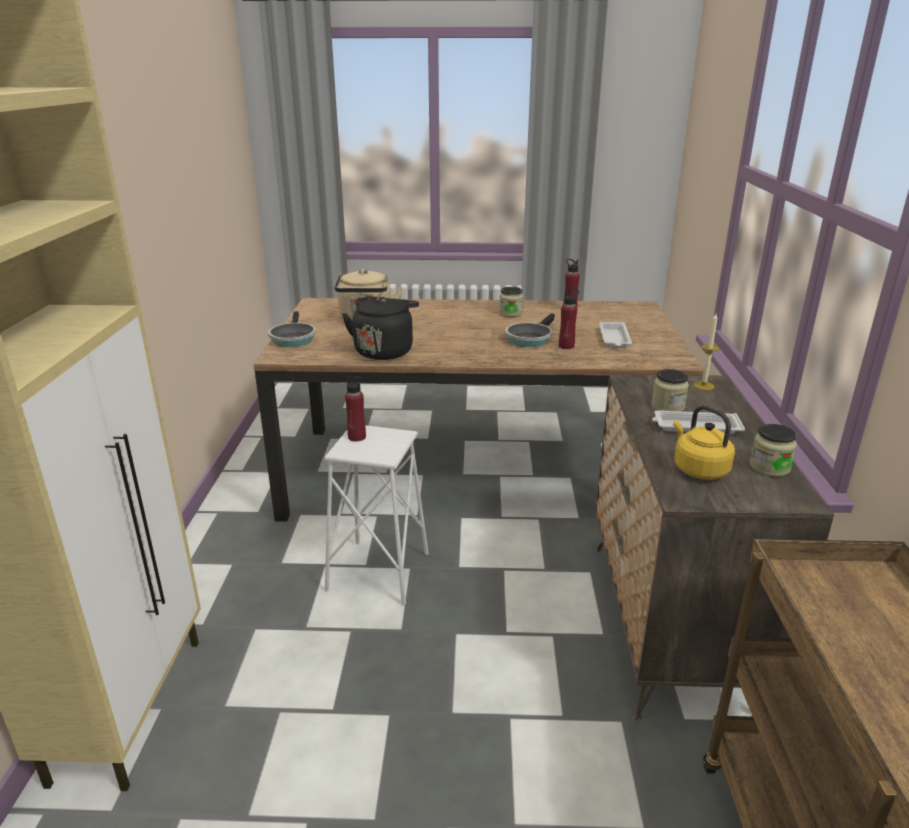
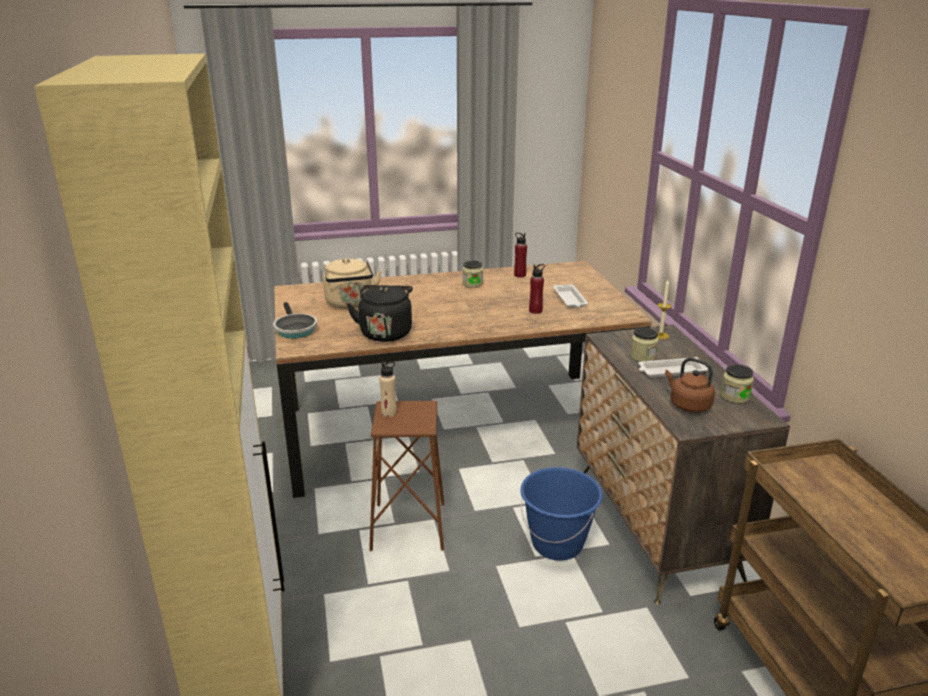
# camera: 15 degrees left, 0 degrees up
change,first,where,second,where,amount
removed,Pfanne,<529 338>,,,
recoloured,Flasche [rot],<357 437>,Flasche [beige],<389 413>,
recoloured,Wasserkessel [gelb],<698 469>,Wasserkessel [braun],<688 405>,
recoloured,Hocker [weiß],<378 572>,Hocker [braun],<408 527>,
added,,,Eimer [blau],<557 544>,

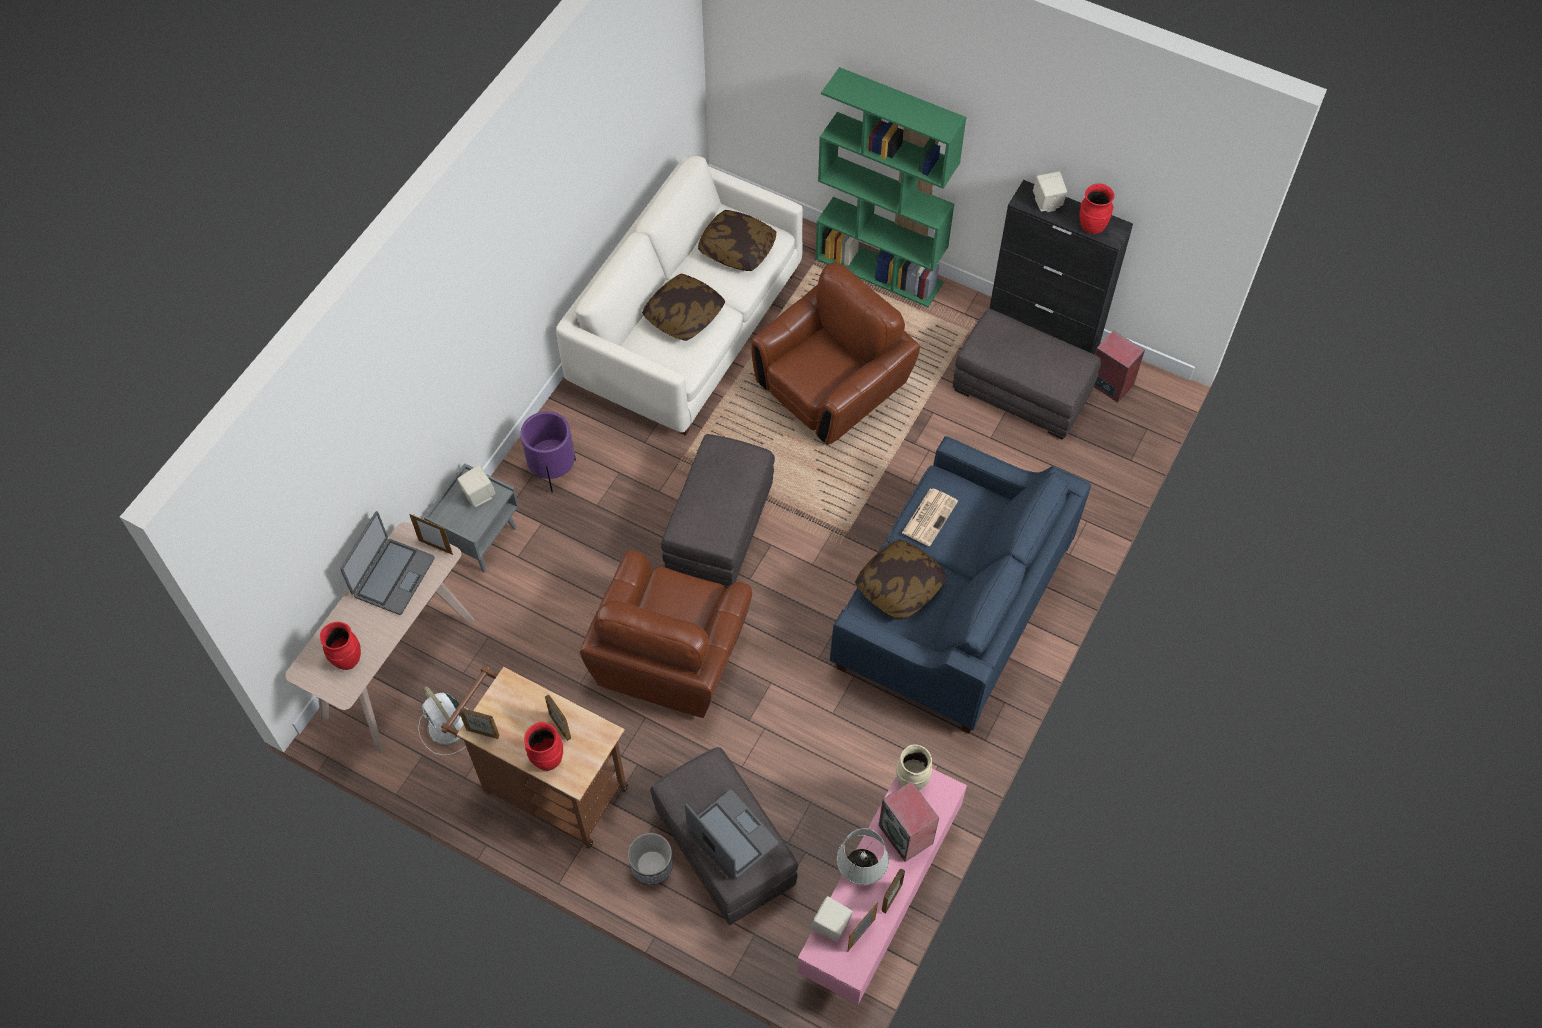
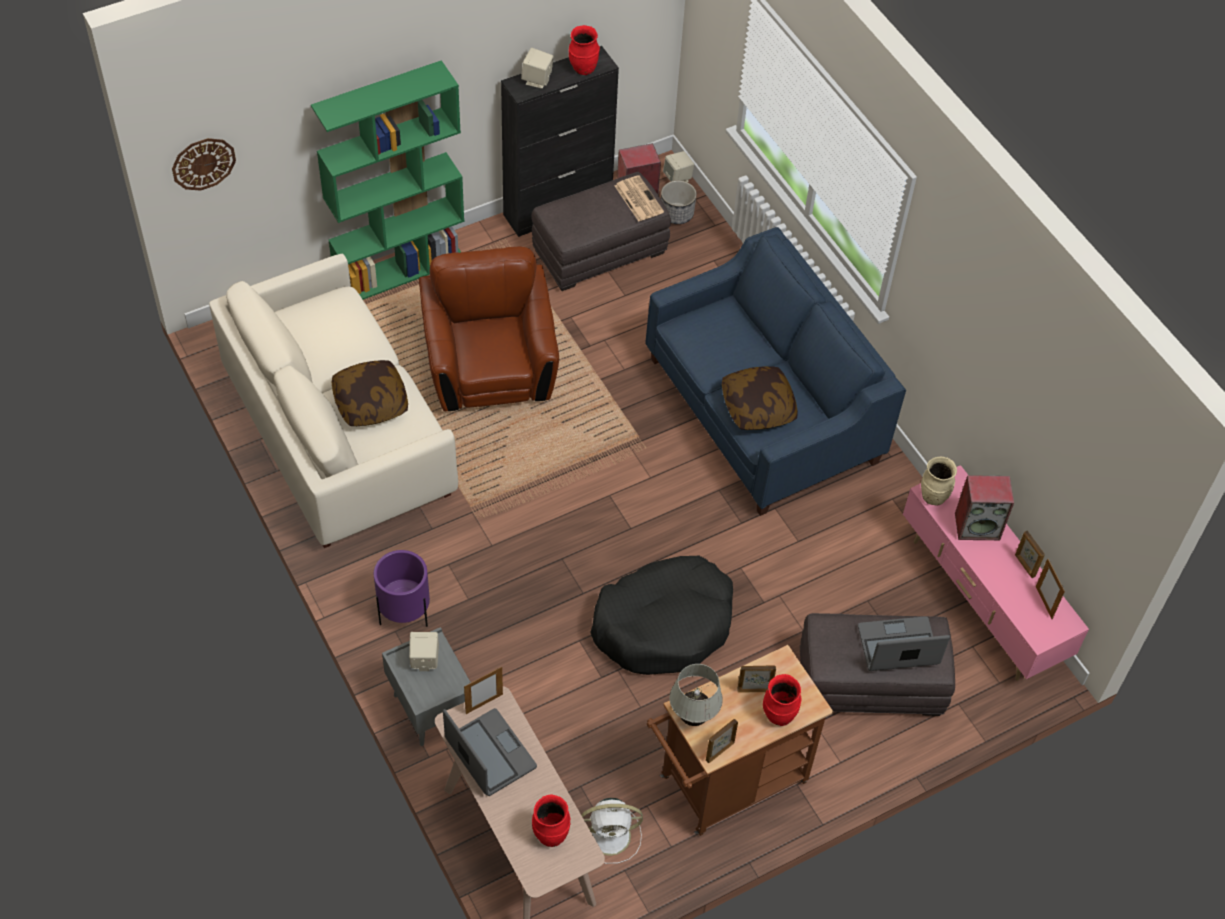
# camera: 60 degrees left, 5 degrees down
change,first,where,second,where,amount
removed,Kissen,<737 249>,,,
removed,Polsterhocker [grau],<720 529>,,,
moved,Zeitung,<930 516>,,<638 198>,
replaced,Sessel [braun],<671 656>,Hundebett [schwarz],<664 624>,
moved,Tischlampe [weiß],<861 872>,,<692 717>,
moved,Pflanzkübel,<652 866>,,<676 214>,
moved,Lautsprecher [beige],<831 926>,,<677 179>,
added,,,Wanduhr,<203 163>,

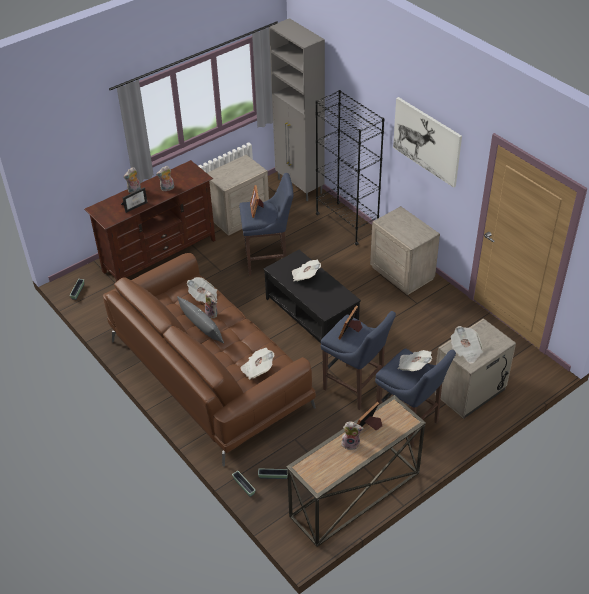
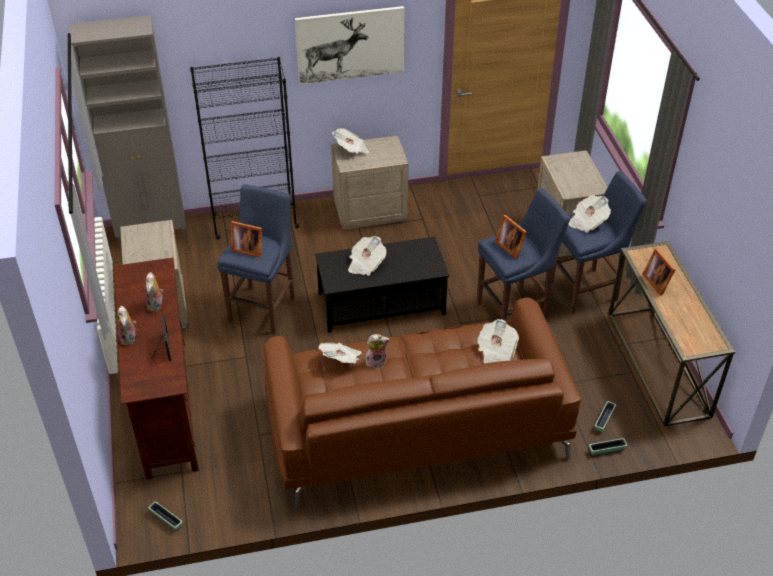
# camera: 65 degrees left, 0 degrees up
change,first,where,second,where,amount
removed,Kissen [grau],<202 328>,,,
moved,Zeitung,<466 351>,,<351 149>,
removed,Plüschtier,<351 443>,,,

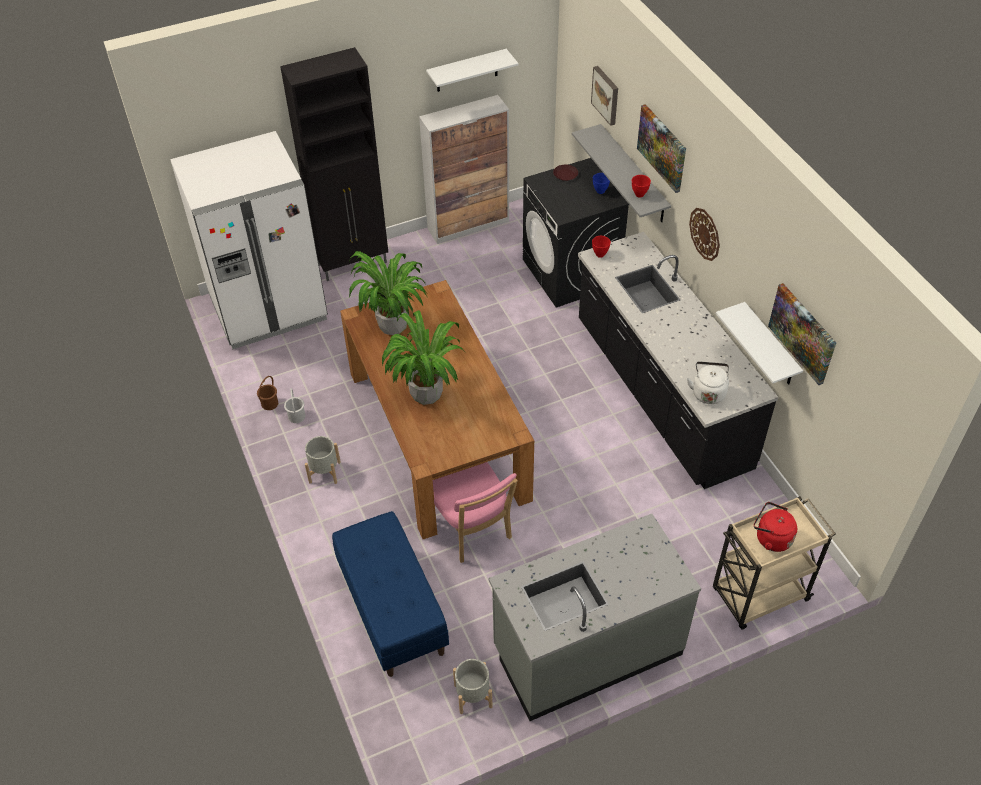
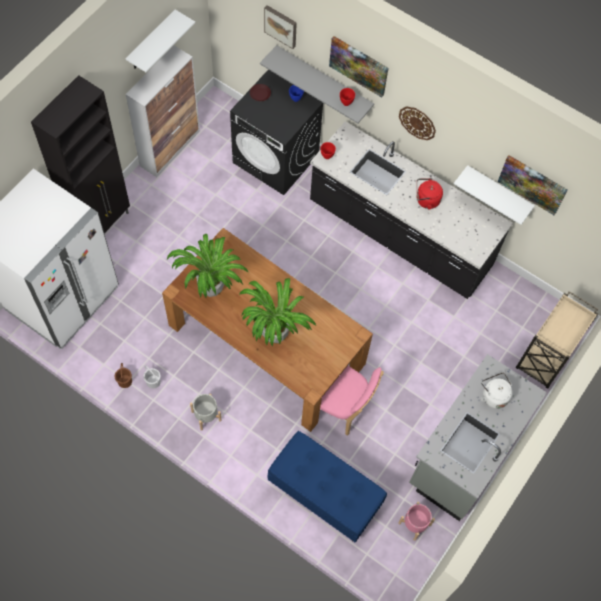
# camera: 35 degrees left, 15 degrees up
change,first,where,second,where,amount
moved,Wasserkessel [weiß],<708 392>,,<493 395>,
moved,Wasserkessel [rot],<771 538>,,<426 200>,
recoloured,Pflanzkübel [grau],<473 695>,Pflanzkübel [rosa],<414 524>,

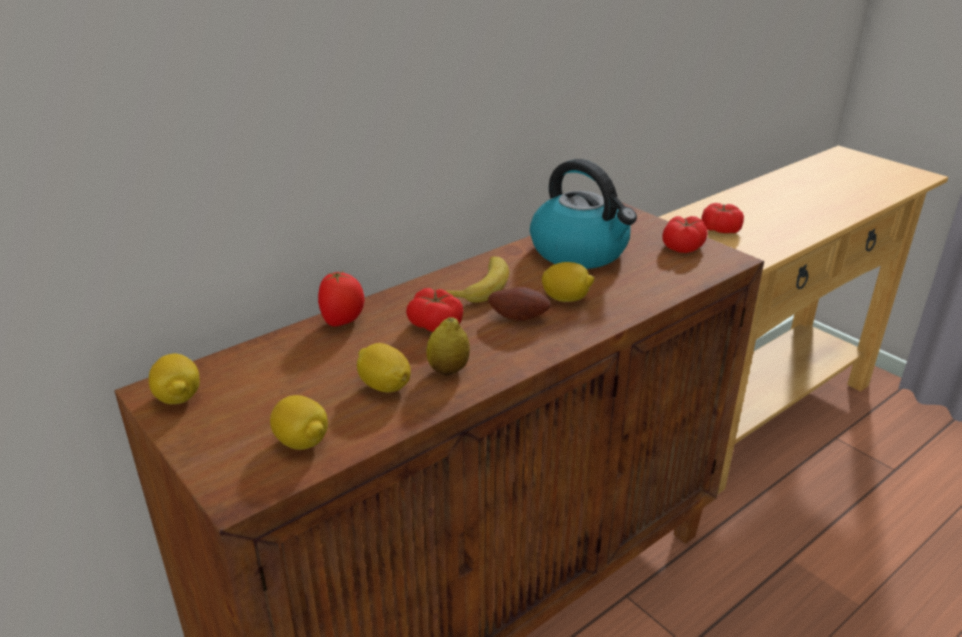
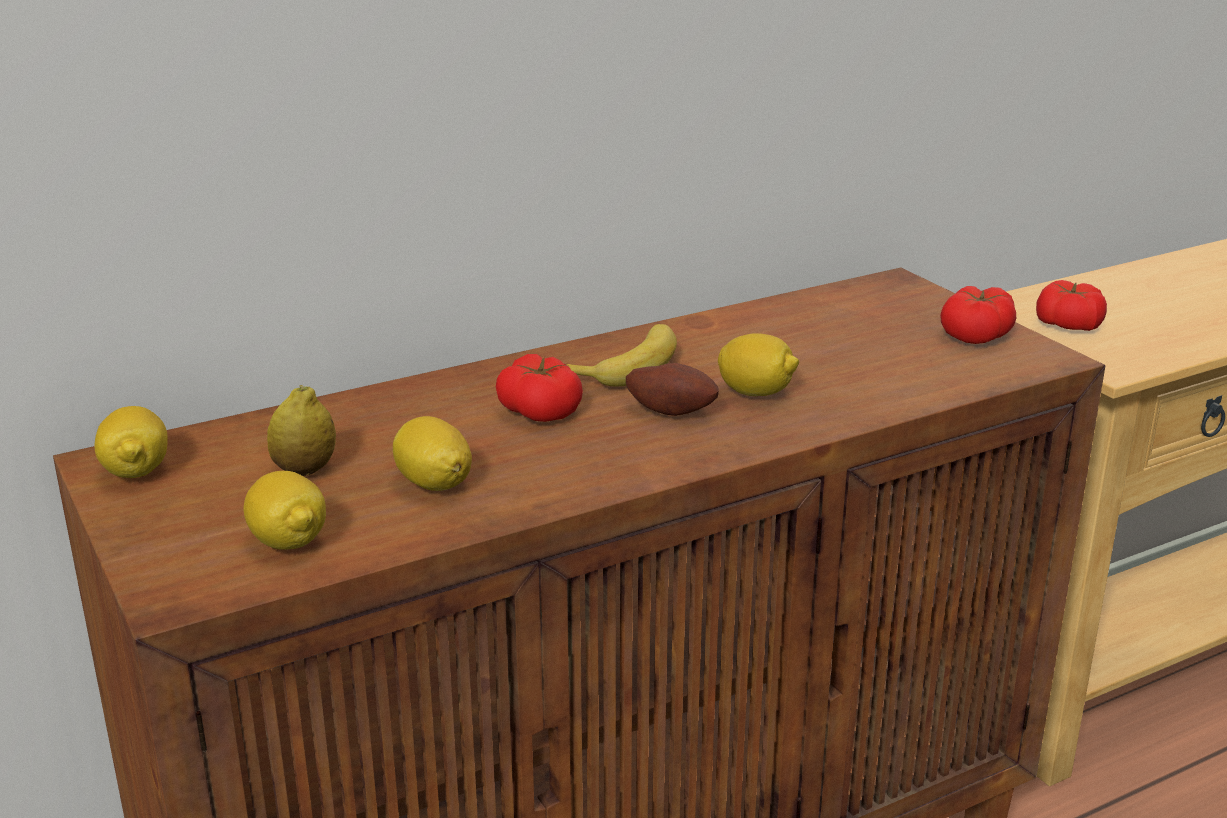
# camera: 10 degrees right, 5 degrees down
change,first,where,second,where,amount
removed,Wasserkessel,<580 252>,,,
removed,Tomate,<343 322>,,,
moved,Zitrone,<448 370>,,<304 470>,

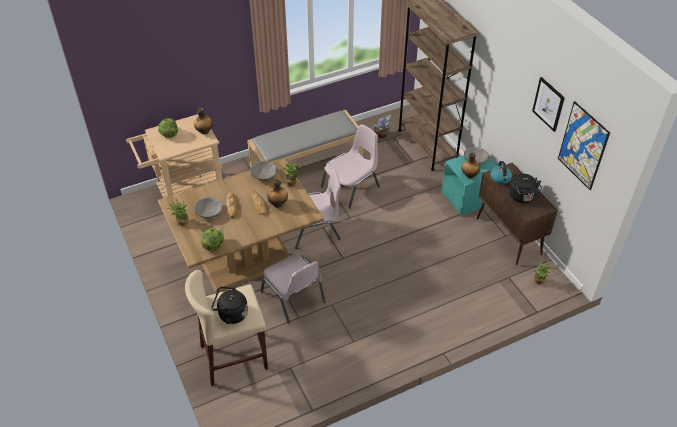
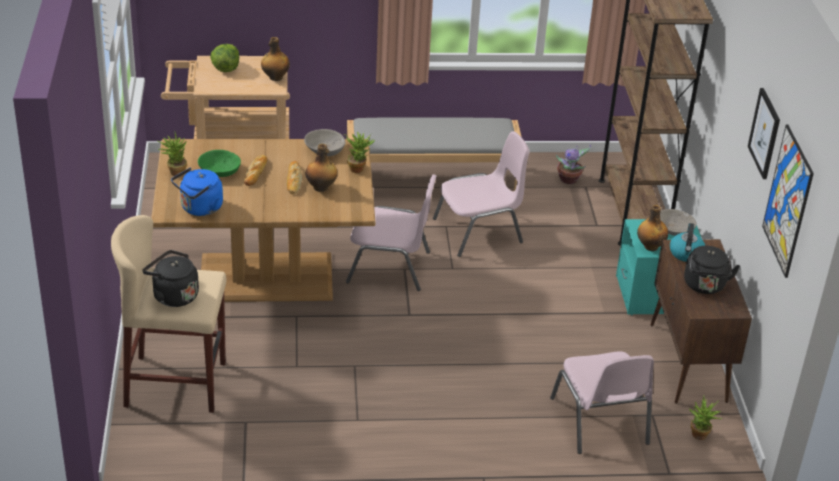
# camera: 20 degrees right, 10 degrees down
change,first,where,second,where,amount
recoloured,Schüssel [grau],<209 212>,Schüssel [grün],<219 171>,
replaced,Salatkopf,<213 245>,Wasserkessel [blau],<199 209>,
moved,Stuhl [rosa],<294 297>,,<600 422>,

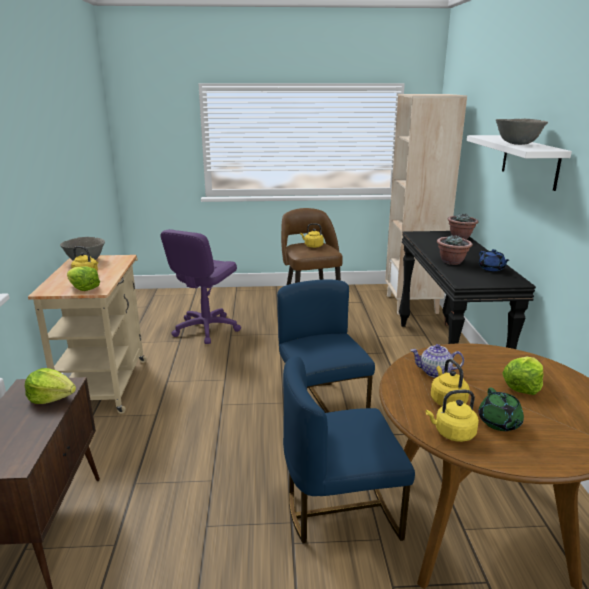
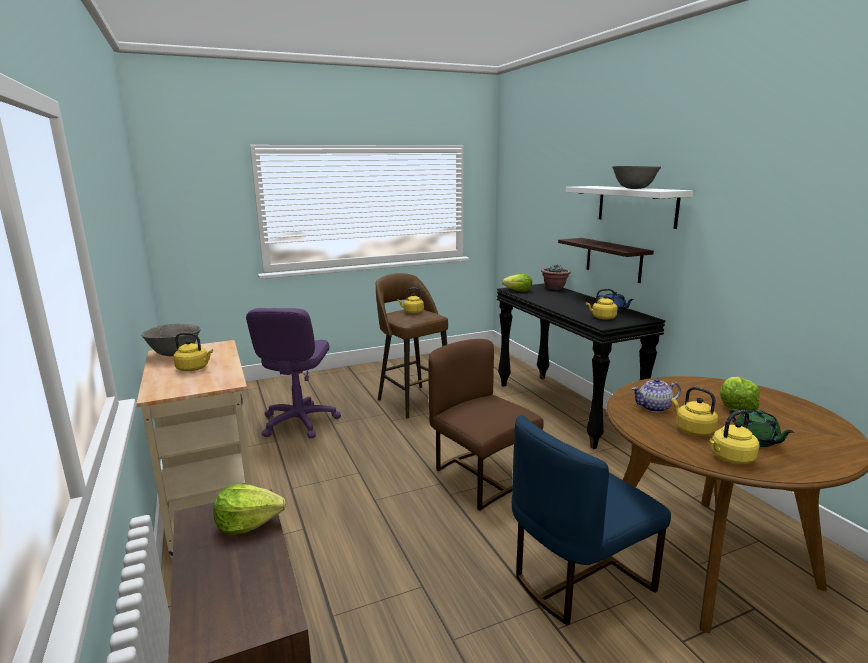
# camera: 20 degrees left, 5 degrees down
change,first,where,second,where,amount
removed,Bücherregal [beige],<412 304>,,,
removed,Topfpflanze,<452 262>,,,
moved,Salatkopf,<83 288>,,<518 291>,
recoloured,Stuhl [blau],<321 404>,Stuhl [braun],<481 476>,
added,,,Wandregal,<613 259>,
added,,,Wasserkessel [gelb],<602 318>,

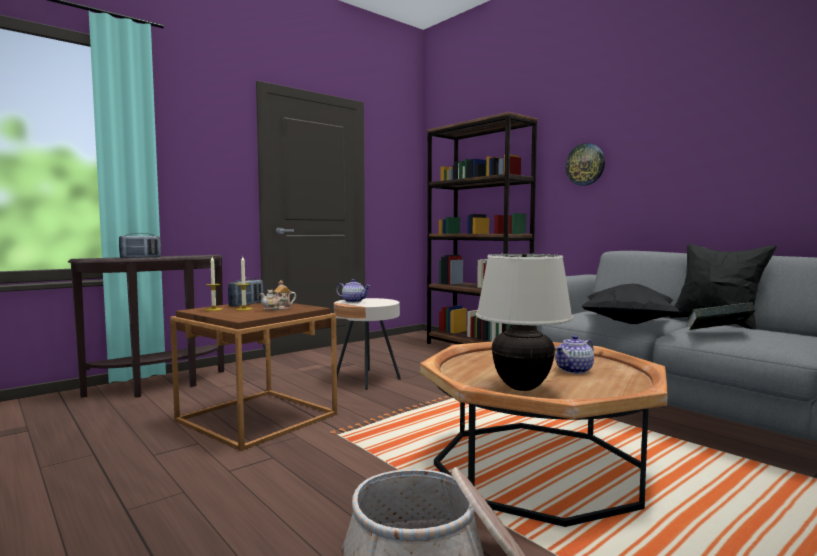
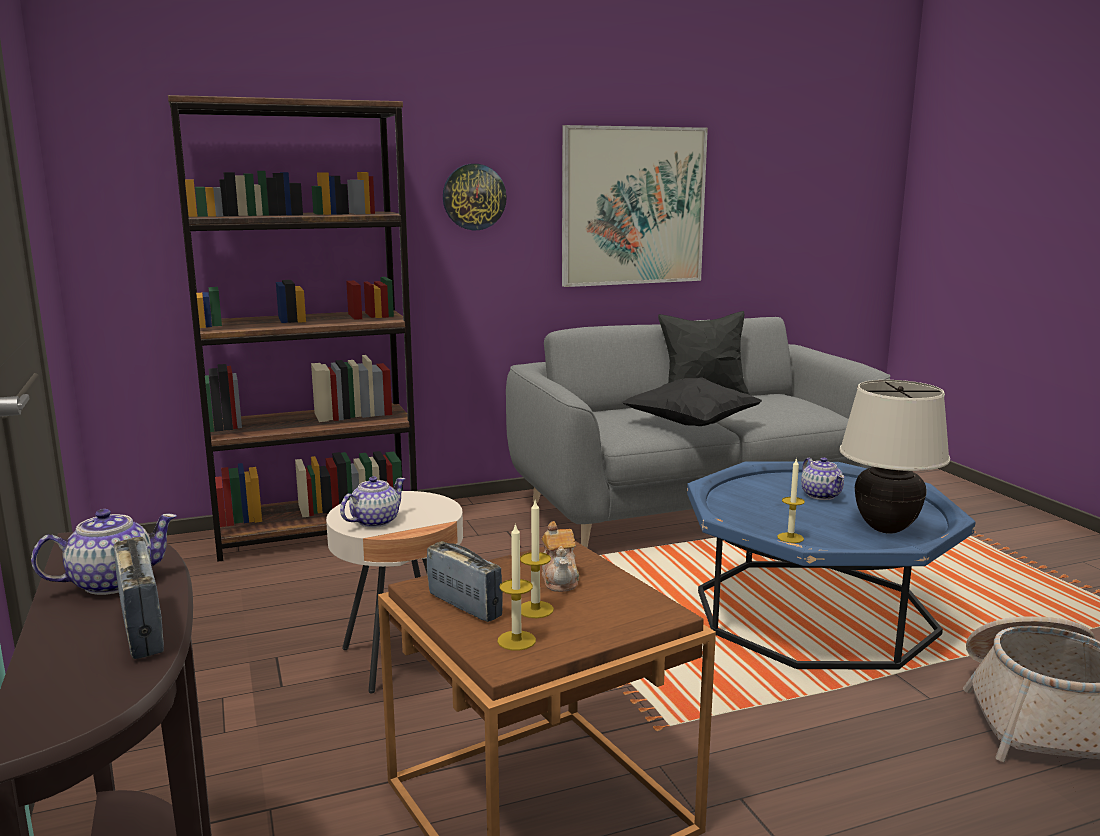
# camera: 70 degrees left, 10 degrees up
change,first,where,second,where,amount
removed,Buch,<718 333>,,,
recoloured,Couchtisch [braun],<538 467>,Couchtisch [blau],<814 612>,
added,,,Bild,<633 206>,
added,,,Kerze,<790 538>,
added,,,Teekanne,<111 583>,

